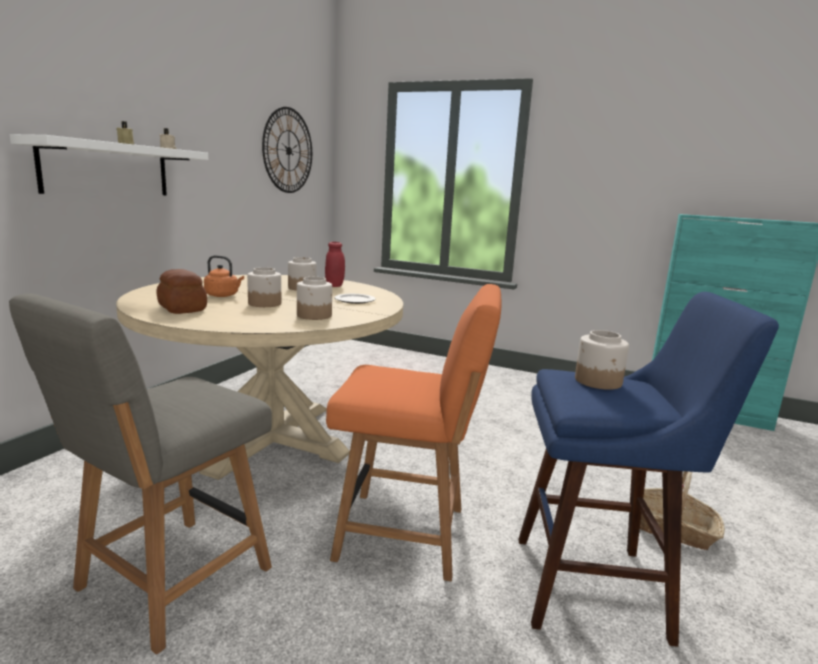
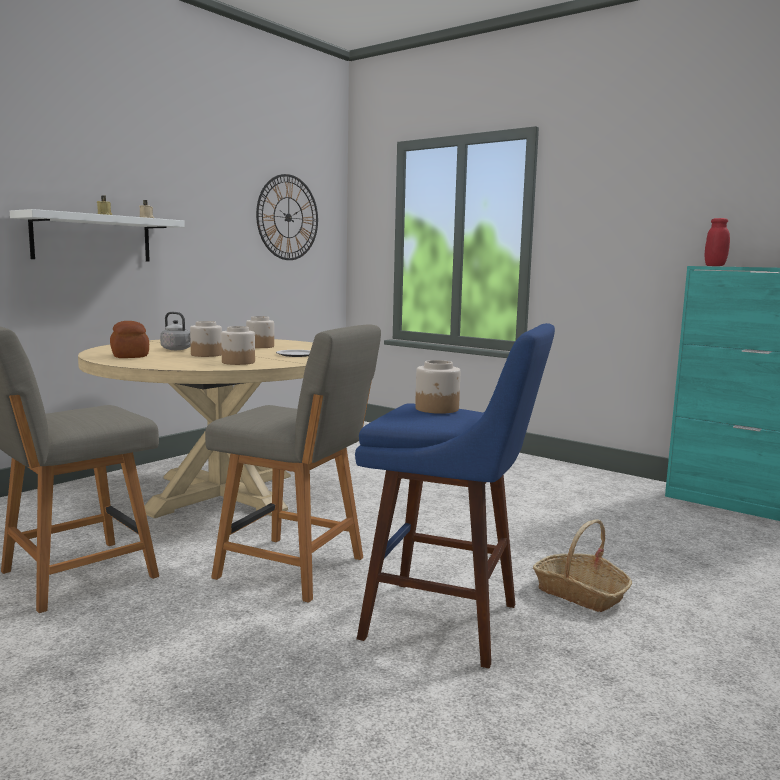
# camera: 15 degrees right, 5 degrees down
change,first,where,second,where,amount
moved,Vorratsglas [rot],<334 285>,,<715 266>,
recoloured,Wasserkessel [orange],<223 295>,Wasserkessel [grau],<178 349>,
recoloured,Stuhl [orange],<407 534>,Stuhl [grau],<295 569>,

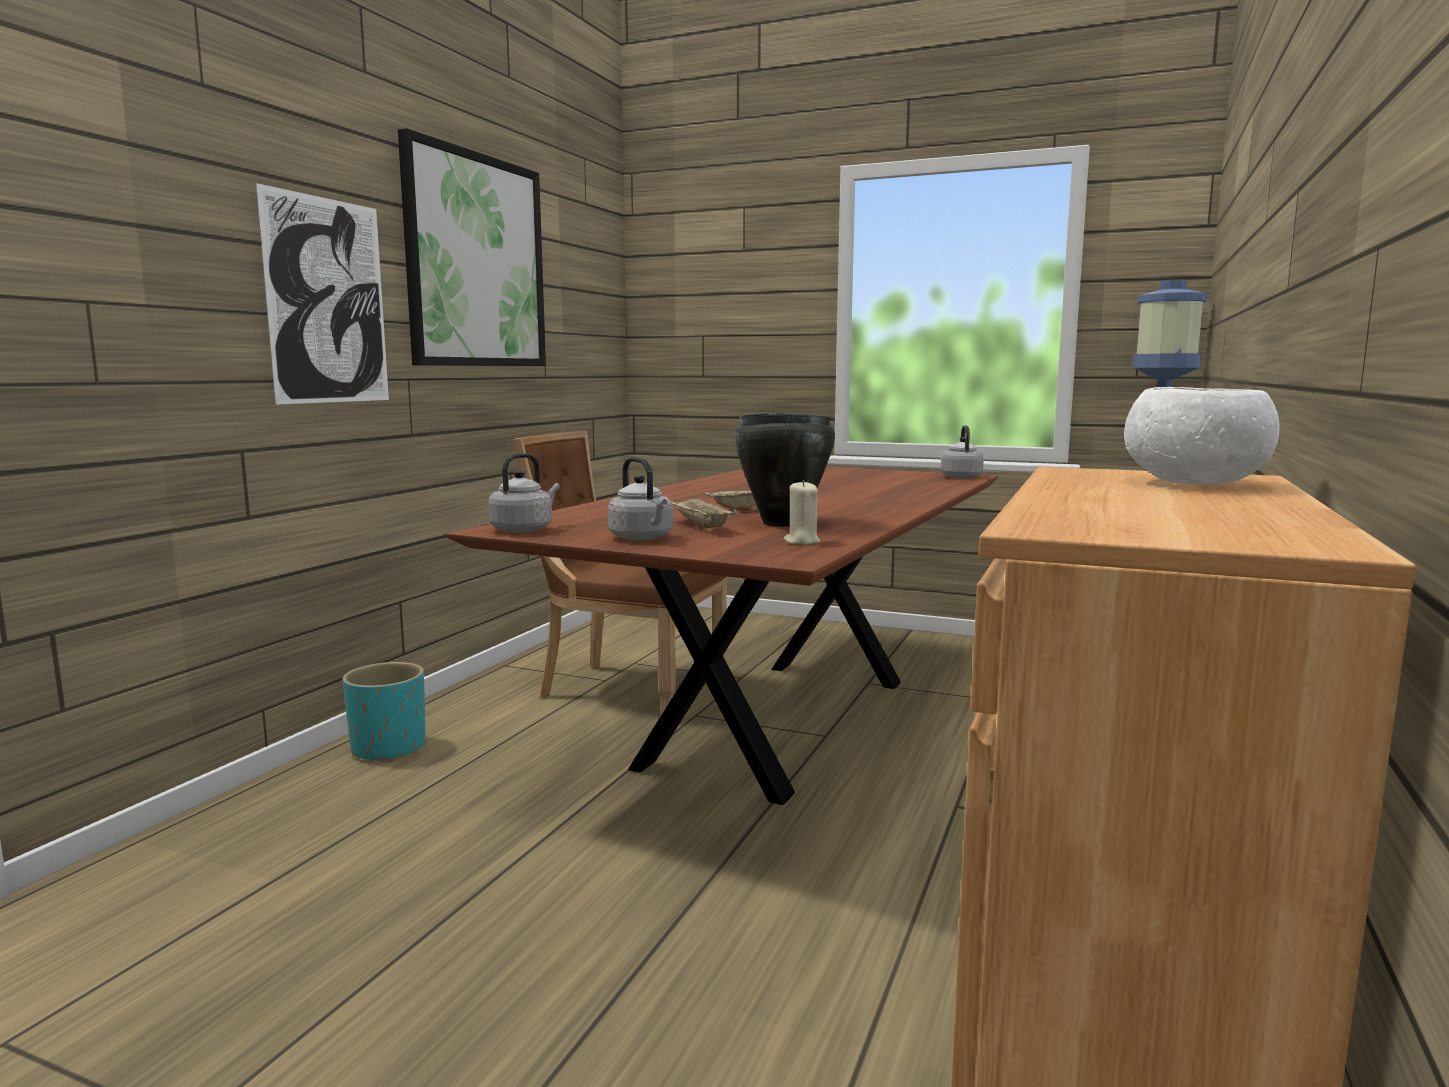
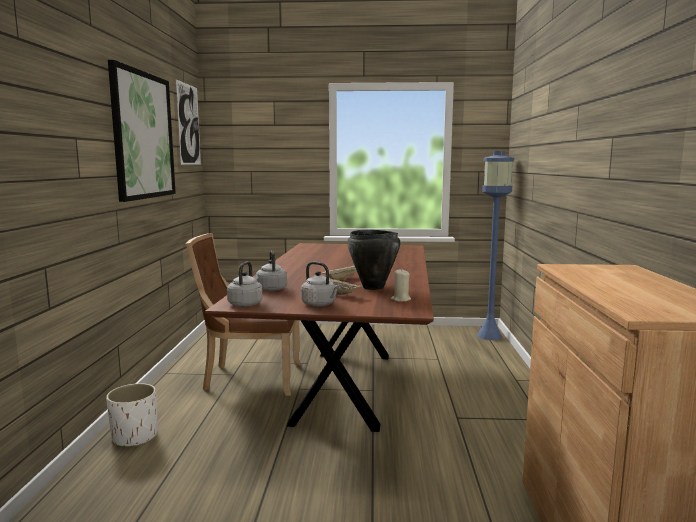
# camera: 20 degrees left, 0 degrees up
change,first,where,second,where,amount
moved,Bild,<328 301>,,<189 124>,
removed,Schüssel [weiß],<1194 483>,,,
moved,Wasserkessel [grau],<961 477>,,<271 288>,
recoloured,Pflanzkübel [türkis],<388 748>,Pflanzkübel [weiß],<135 437>,

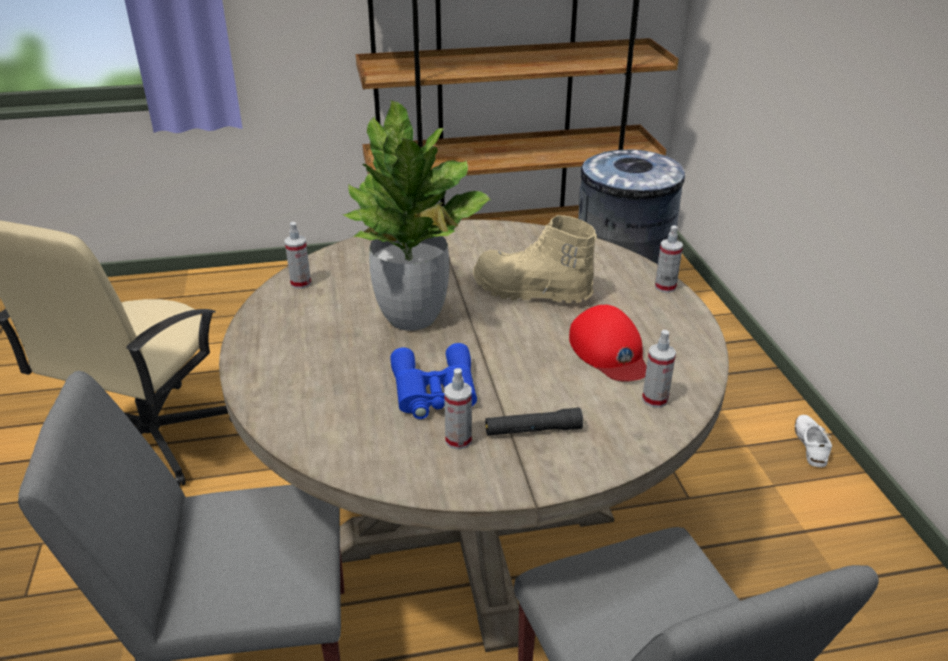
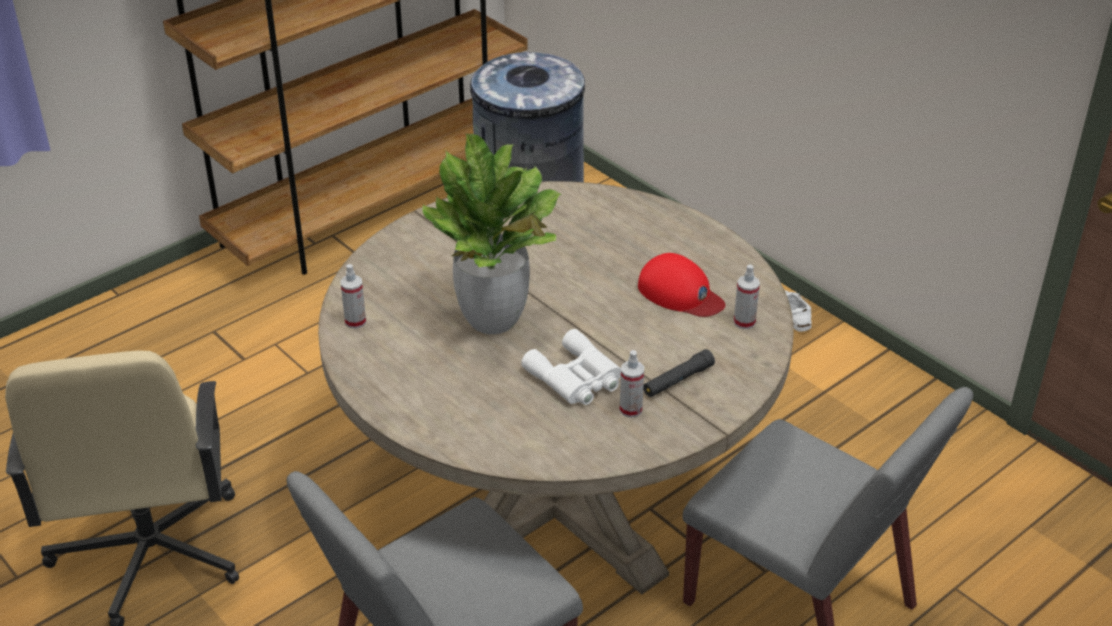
# camera: 30 degrees left, 5 degrees up
change,first,where,second,where,amount
removed,Stiefel [beige],<531 292>,,,
removed,Sprühflasche,<665 287>,,,
recoloured,Fernglas [blau],<434 392>,Fernglas [weiß],<576 378>,

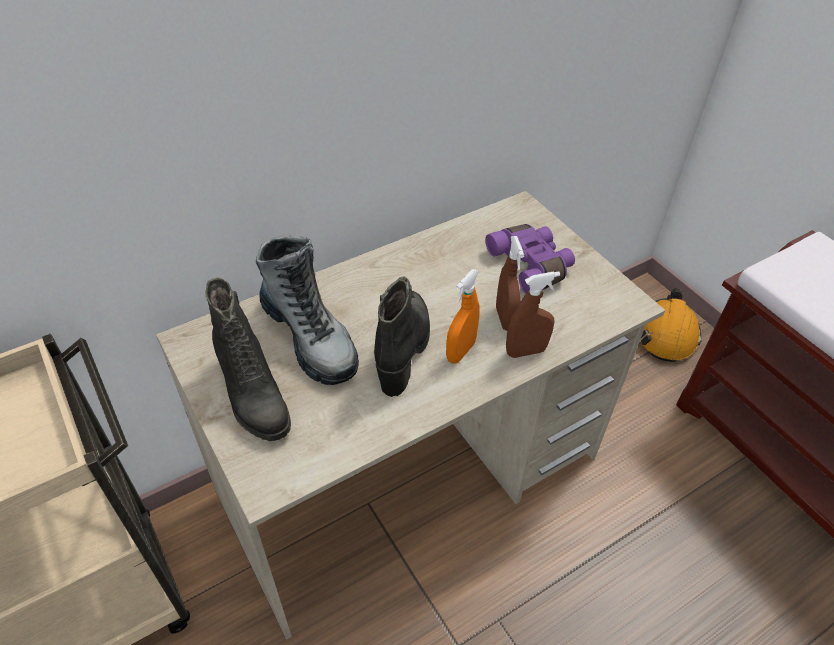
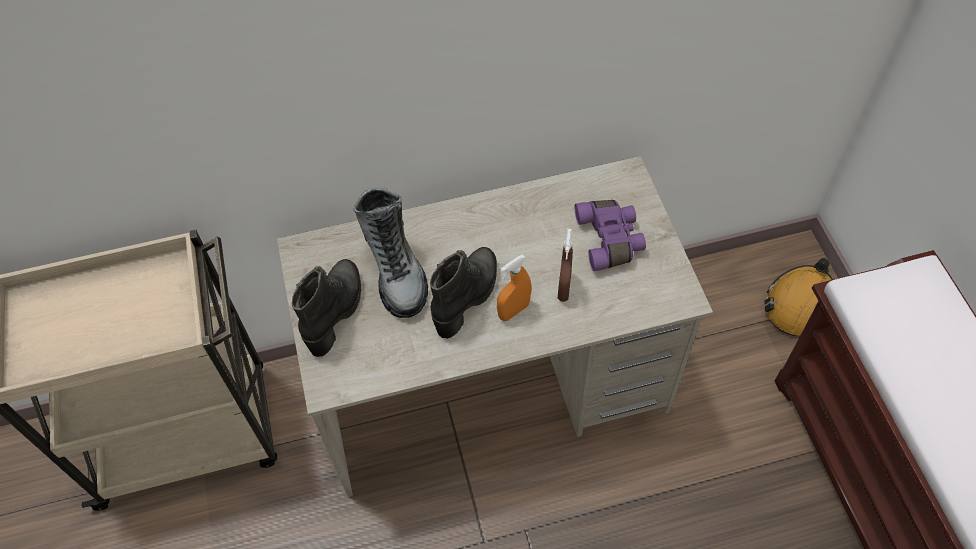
# camera: 20 degrees right, 10 degrees up
change,first,where,second,where,amount
removed,Sprühflasche [braun],<526 351>,,,
turned,Stiefel [schwarz],<252 397>,,<335 312>,150 degrees counterclockwise

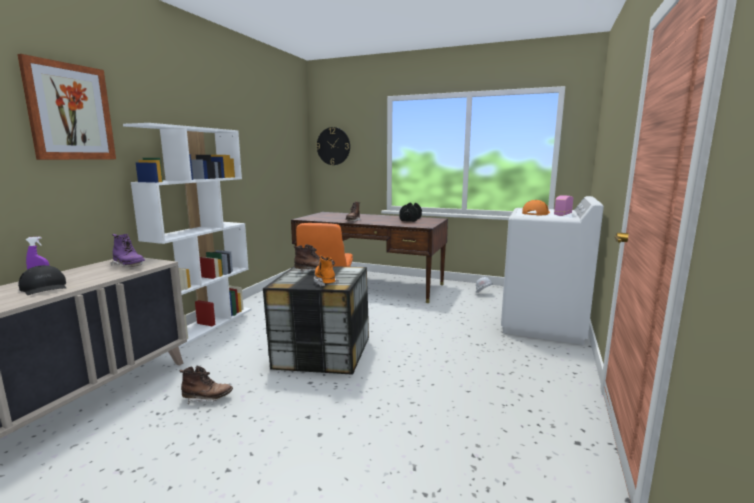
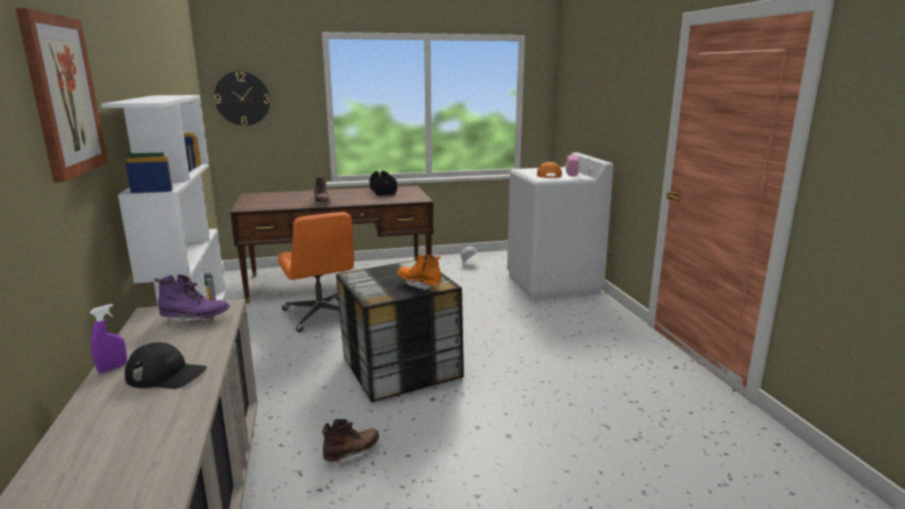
# camera: 35 degrees left, 5 degrees up
change,first,where,second,where,amount
removed,Stiefel [braun],<314 271>,,,

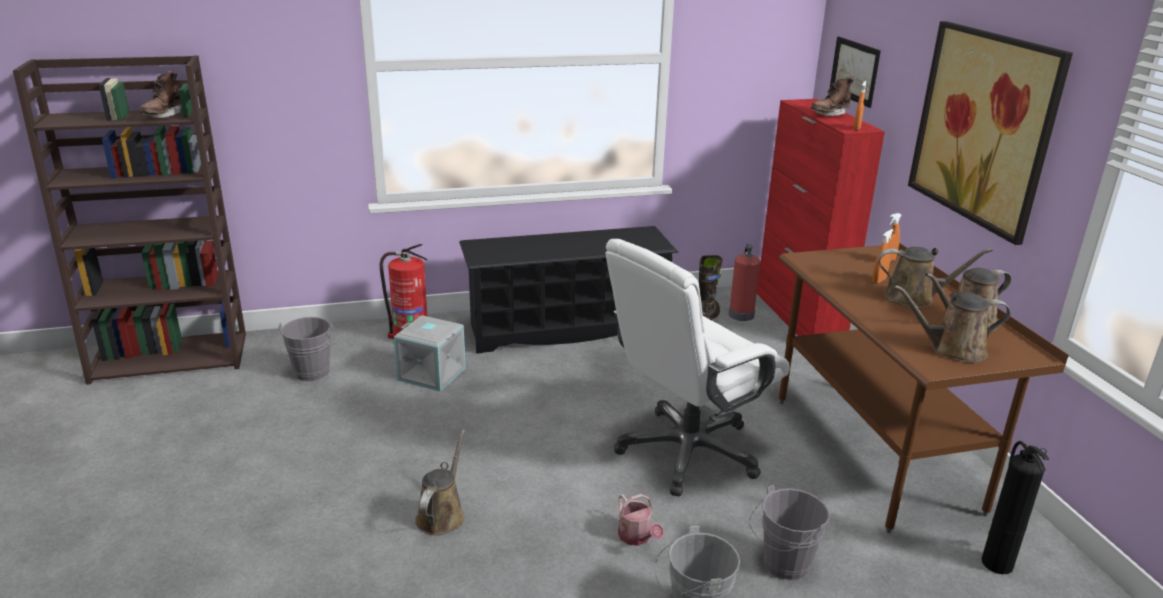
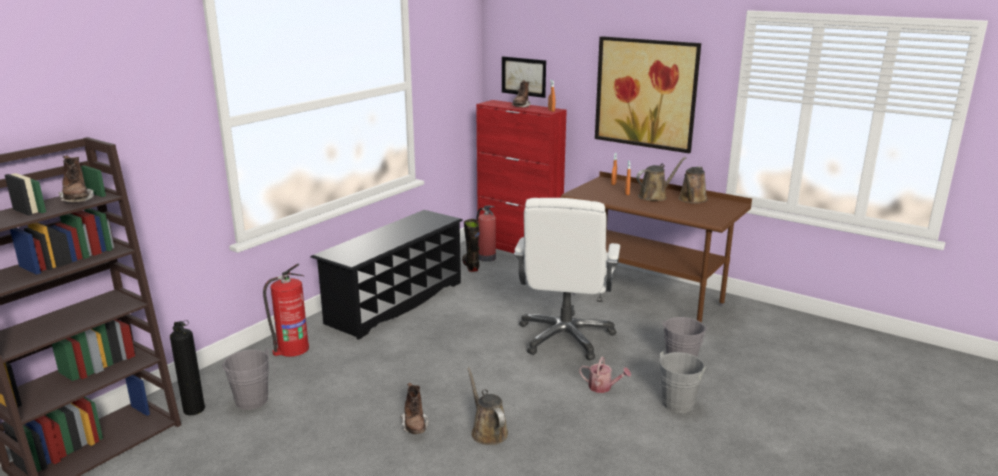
# camera: 40 degrees left, 5 degrees down
change,first,where,second,where,amount
removed,Gießkanne [braun],<952 349>,,,
removed,Aufbewahrungsbox [grau],<432 373>,,,
moved,Feuerlöscher,<996 562>,,<193 409>,
added,,,Stiefel [braun],<415 426>,

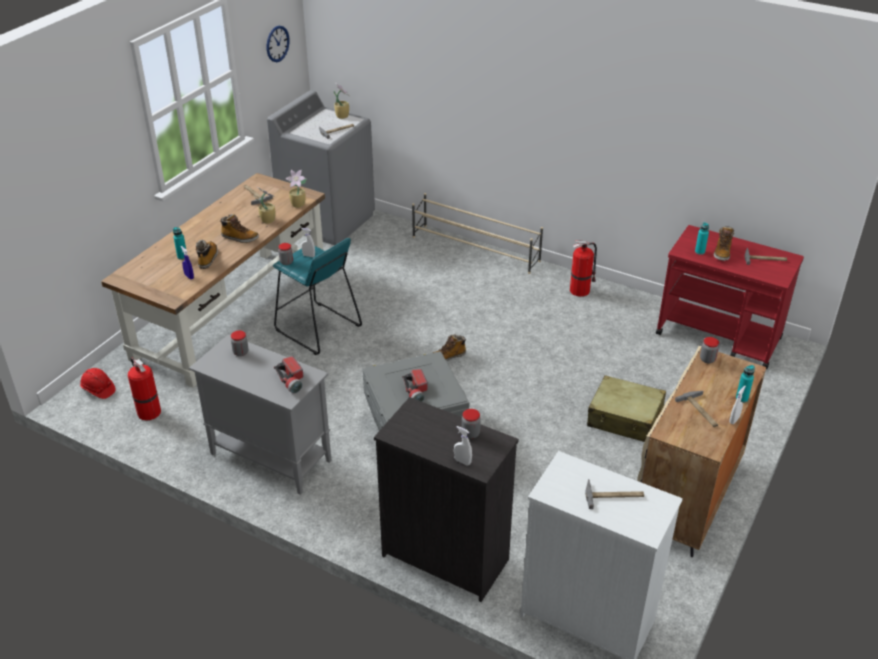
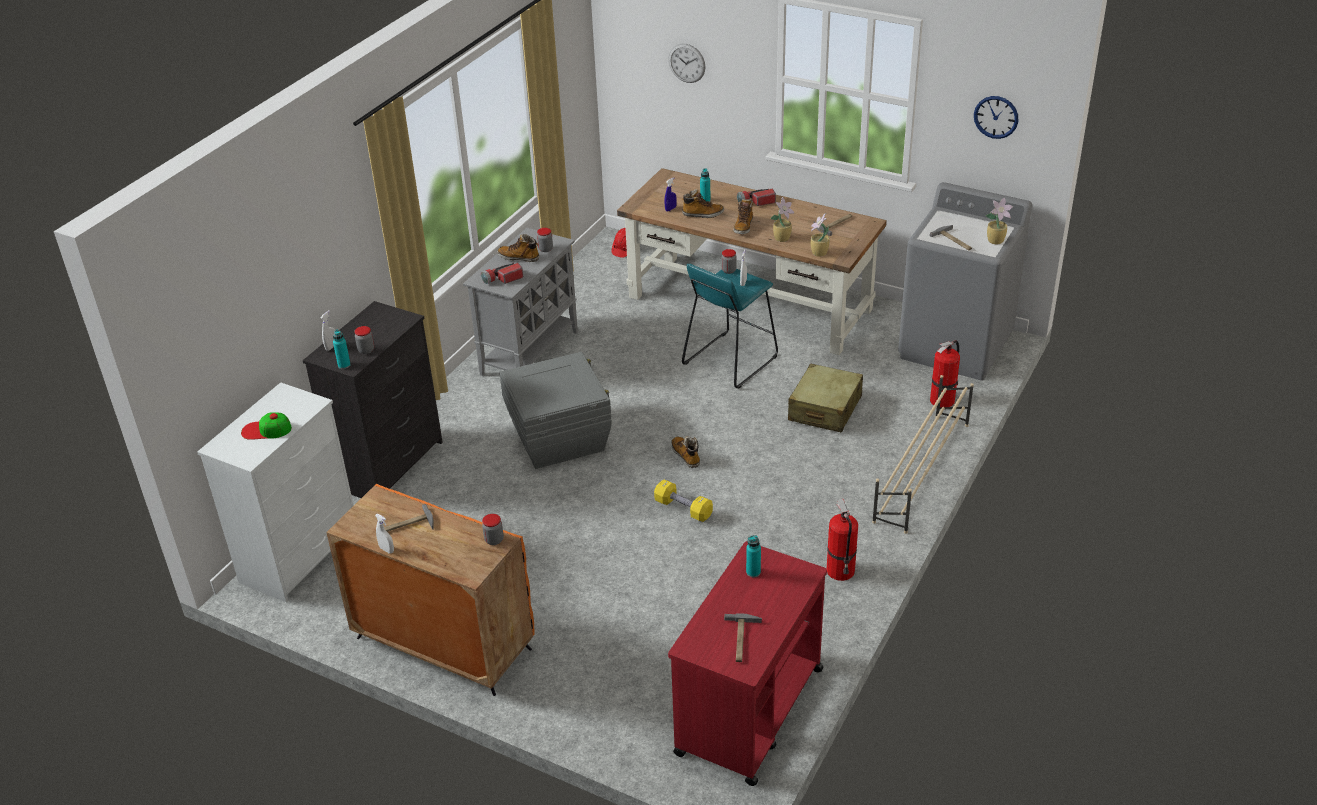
# camera: 90 degrees right, 0 degrees up
change,first,where,second,where,amount
moved,Stiefel,<722 252>,,<519 258>,
recoloured,Schrank [beige],<687 497>,Schrank [orange],<442 643>,
moved,Feuerlöscher,<148 411>,,<943 399>,
moved,Flasche [türkis],<741 398>,,<344 365>,
moved,Taschenlampe,<416 391>,,<756 202>,
moved,Koffer [beige],<625 419>,,<824 409>,
replaced,Hammer,<614 495>,Kappe,<266 430>,
added,,,Wanduhr,<687 63>,
added,,,Hantel [gelb],<683 509>,

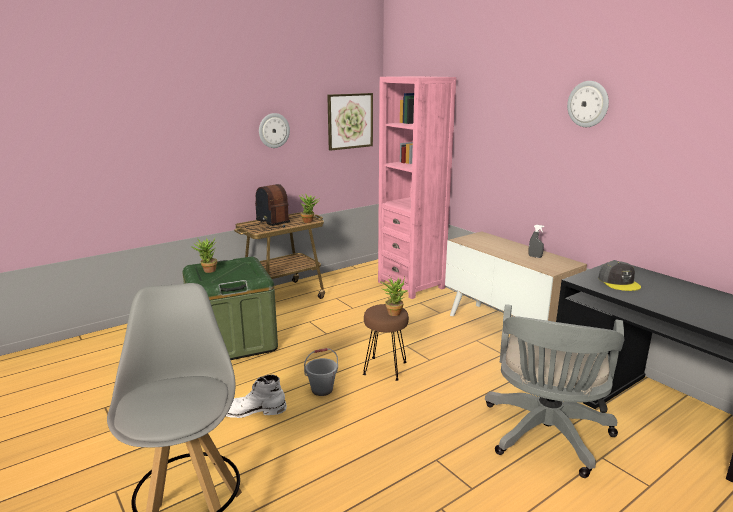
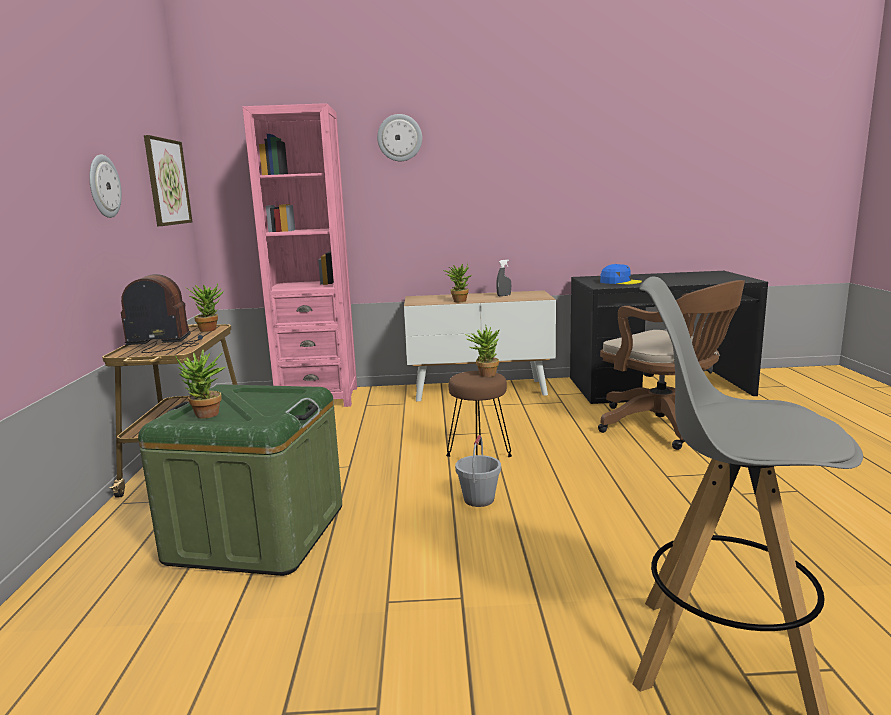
# camera: 55 degrees left, 5 degrees down
change,first,where,second,where,amount
moved,Wanduhr,<588 104>,,<399 138>,
recoloured,Kappe [grau],<619 282>,Kappe [blau],<620 282>,
recoloured,Bürostuhl [grau],<546 436>,Bürostuhl [braun],<666 427>,
removed,Stiefel [weiß],<252 410>,,,
added,,,Topfpflanze,<459 300>,

